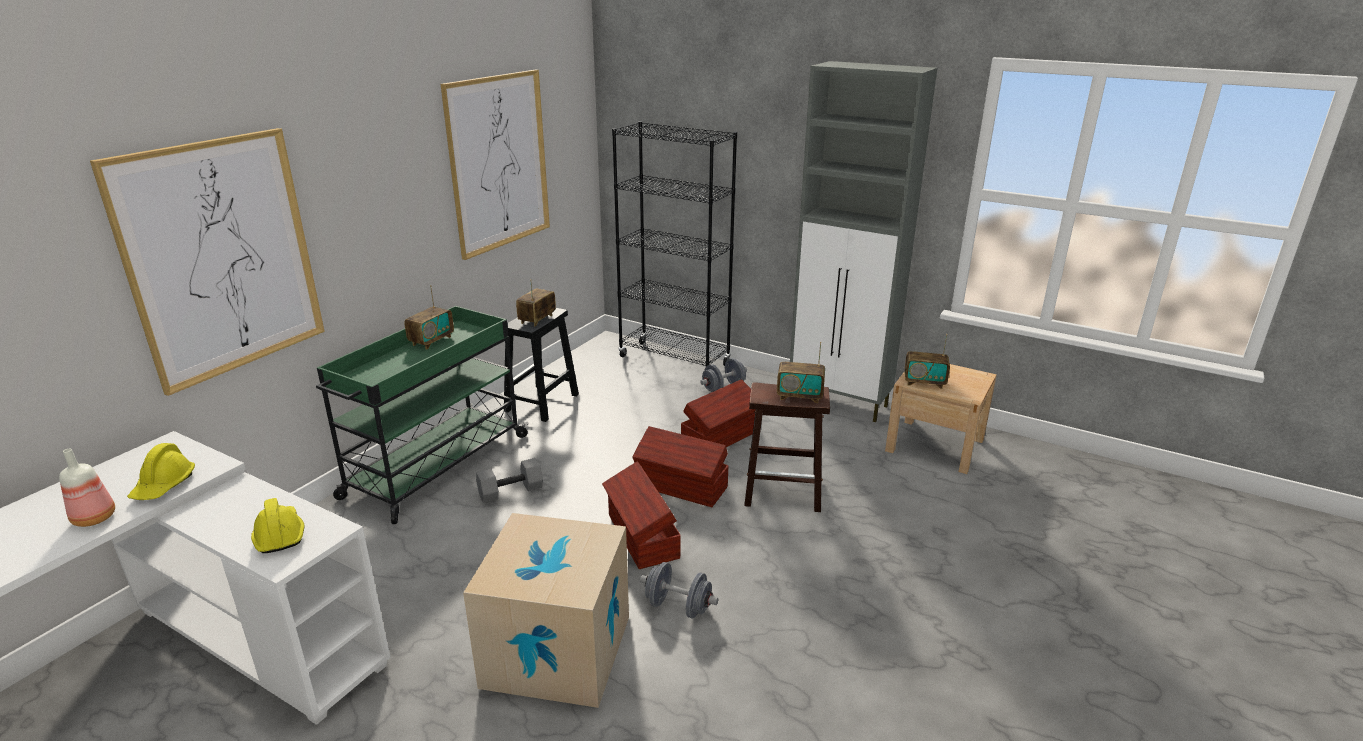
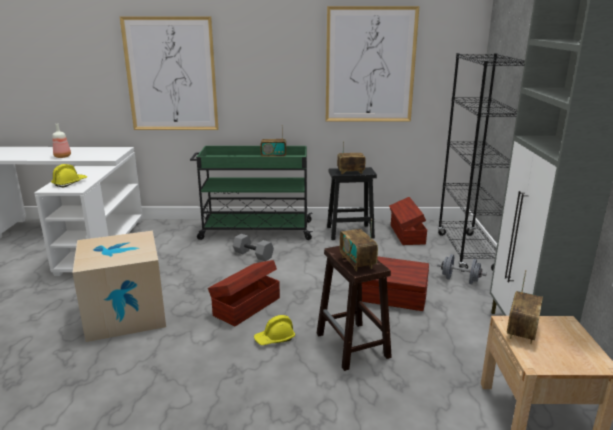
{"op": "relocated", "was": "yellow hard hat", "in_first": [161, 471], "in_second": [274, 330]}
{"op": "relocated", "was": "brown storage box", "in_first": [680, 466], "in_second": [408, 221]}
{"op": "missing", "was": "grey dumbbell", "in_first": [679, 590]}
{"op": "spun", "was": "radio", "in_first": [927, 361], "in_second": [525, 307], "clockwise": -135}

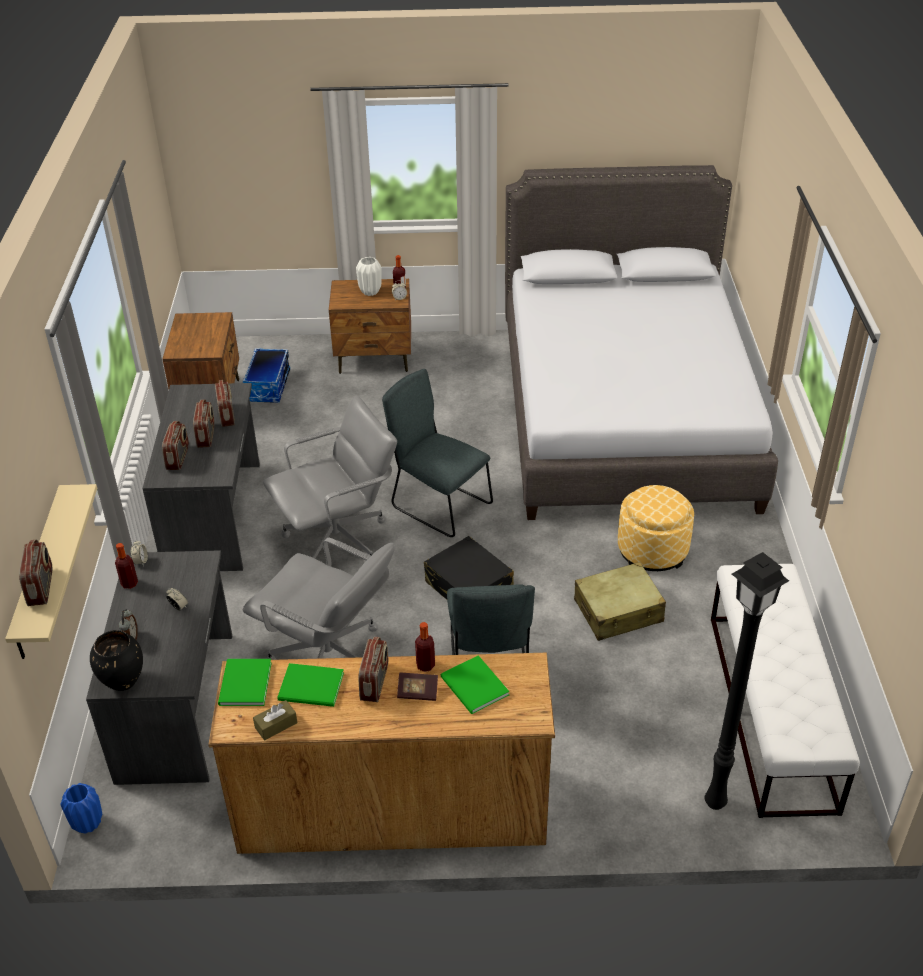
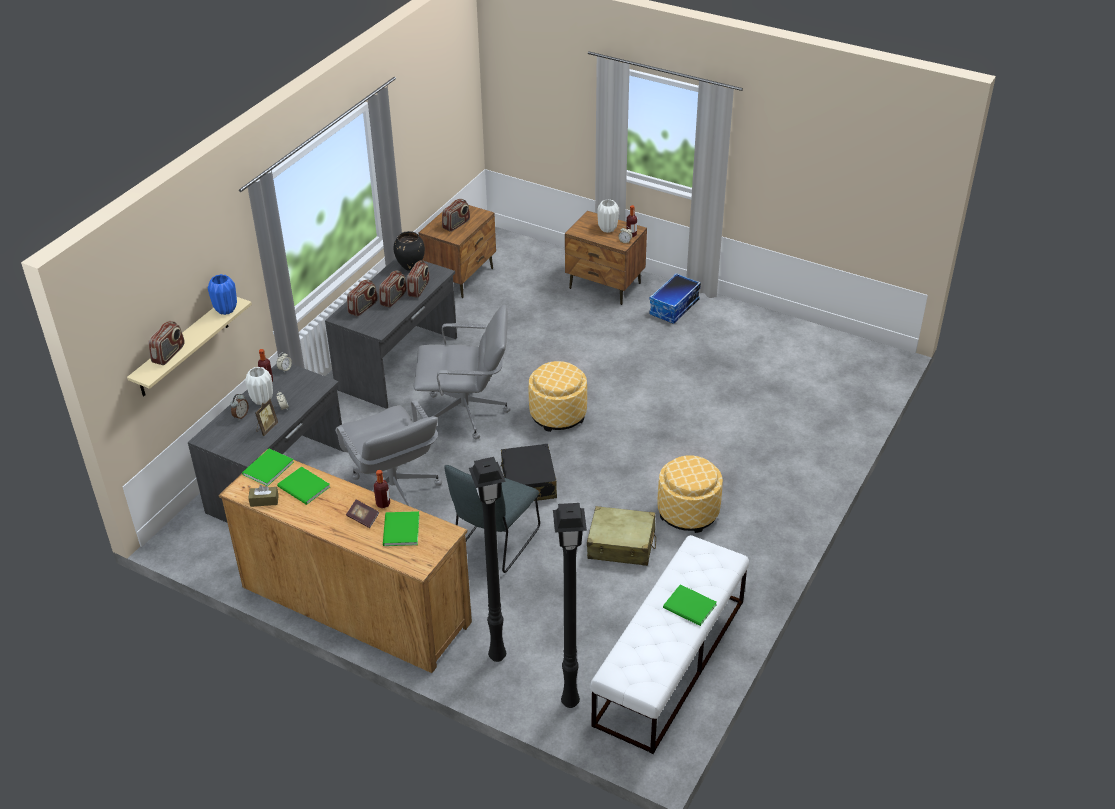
{"op": "relocated", "was": "blue vase", "in_first": [81, 808], "in_second": [222, 294]}
{"op": "relocated", "was": "black vase", "in_first": [116, 660], "in_second": [409, 251]}
{"op": "relocated", "was": "storage box", "in_first": [266, 375], "in_second": [675, 298]}
{"op": "relocated", "was": "radio", "in_first": [373, 669], "in_second": [456, 215]}
{"op": "exchanged", "was": "grey chair", "now": "ottoman", "in_first": [437, 453], "in_second": [558, 396]}
{"op": "missing", "was": "grey bed", "in_first": [641, 342]}
{"op": "appeared", "now": "white vase", "in_second": [259, 386]}
{"op": "appeared", "now": "picture frame", "in_second": [266, 417]}
{"op": "appeared", "now": "black floor lamp", "in_second": [487, 559]}
{"op": "appeared", "now": "green book", "in_second": [690, 605]}

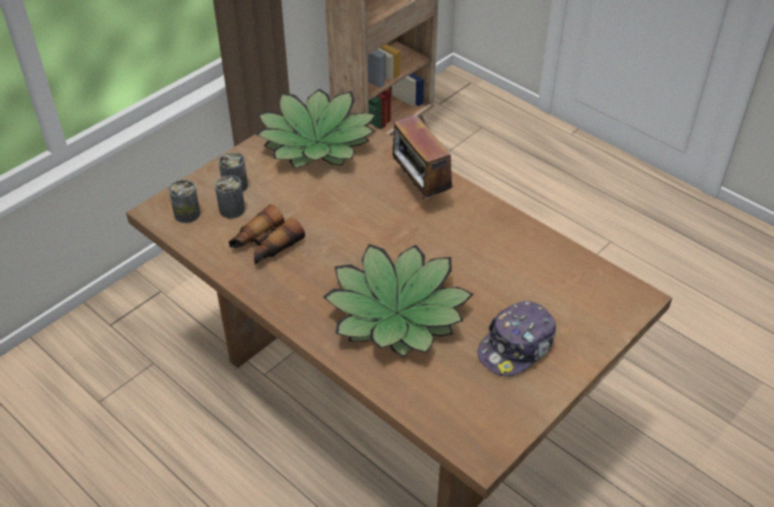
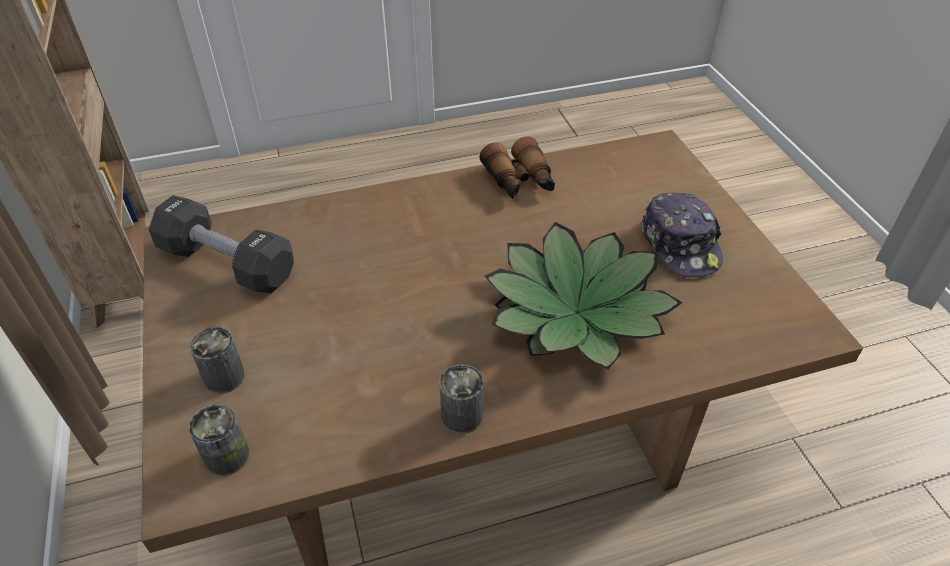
{"op": "relocated", "was": "can", "in_first": [230, 197], "in_second": [461, 399]}
{"op": "relocated", "was": "binoculars", "in_first": [267, 234], "in_second": [517, 168]}
{"op": "exchanged", "was": "potted plant", "now": "black dumbbell", "in_first": [316, 128], "in_second": [221, 244]}
{"op": "missing", "was": "radio", "in_first": [422, 157]}

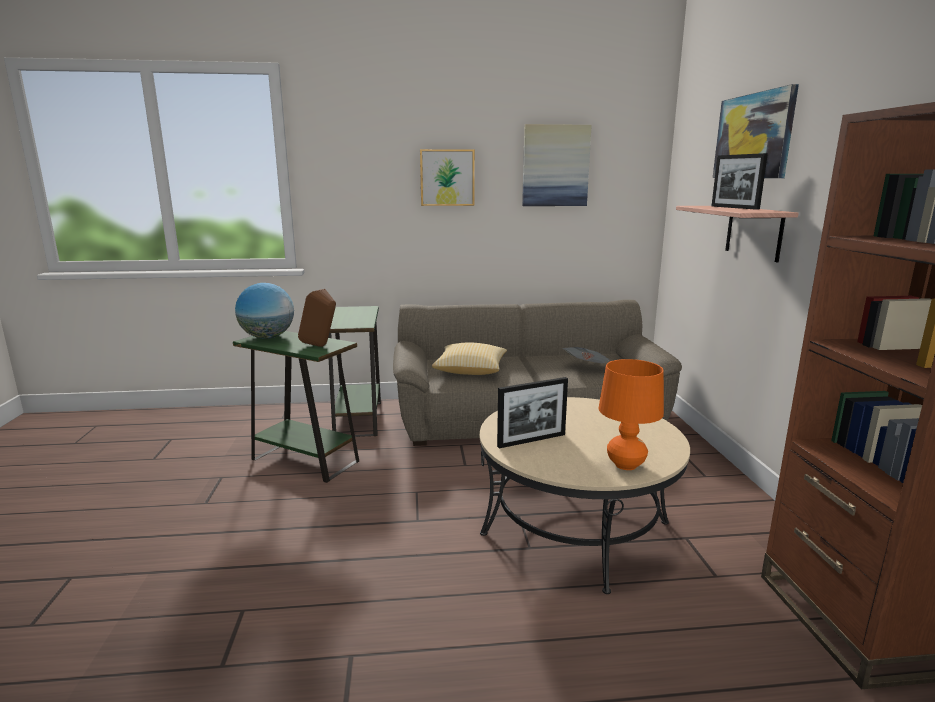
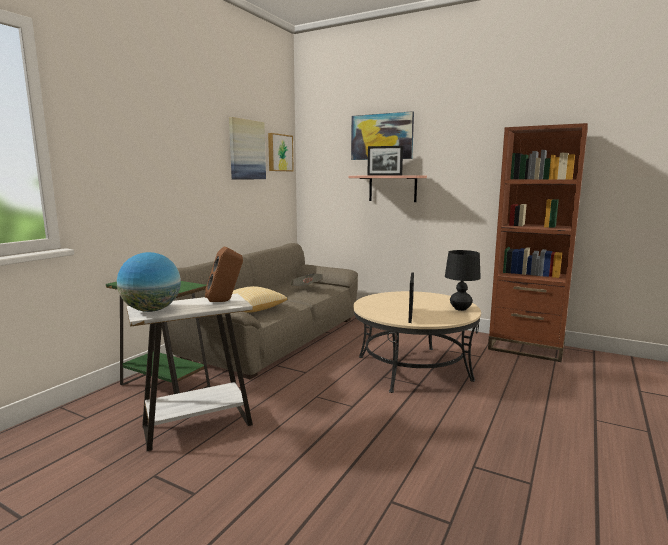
{"op": "colour", "was": "green side table", "now": "white side table", "in_first": [296, 407], "in_second": [190, 372]}
{"op": "relocated", "was": "picture", "in_first": [447, 177], "in_second": [281, 152]}
{"op": "colour", "was": "orange table lamp", "now": "black table lamp", "in_first": [631, 414], "in_second": [463, 280]}

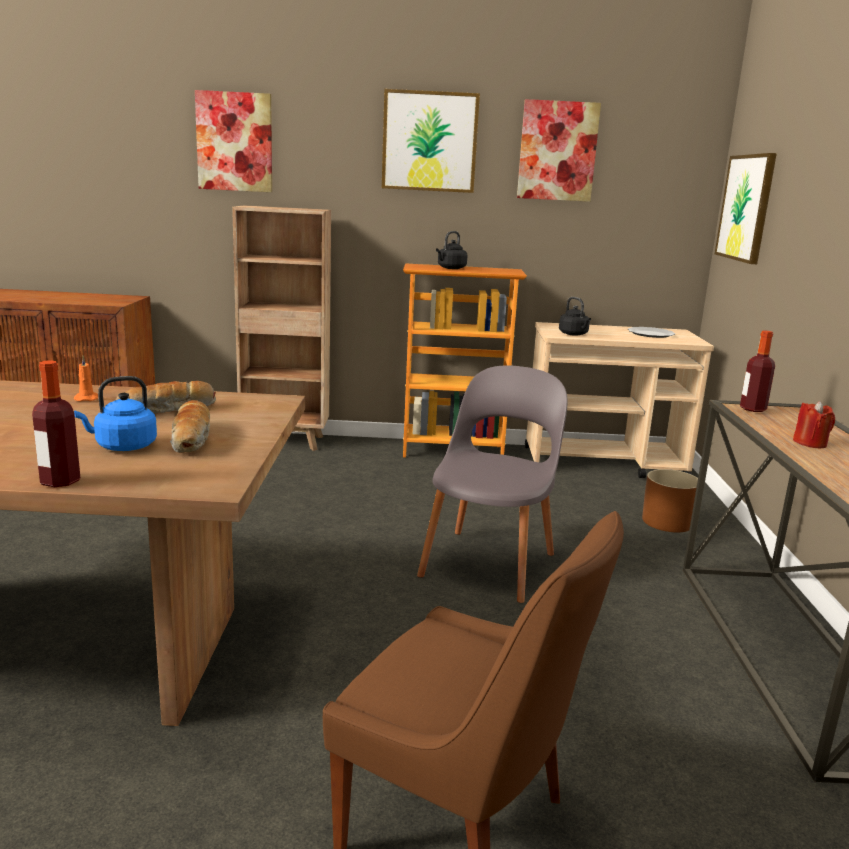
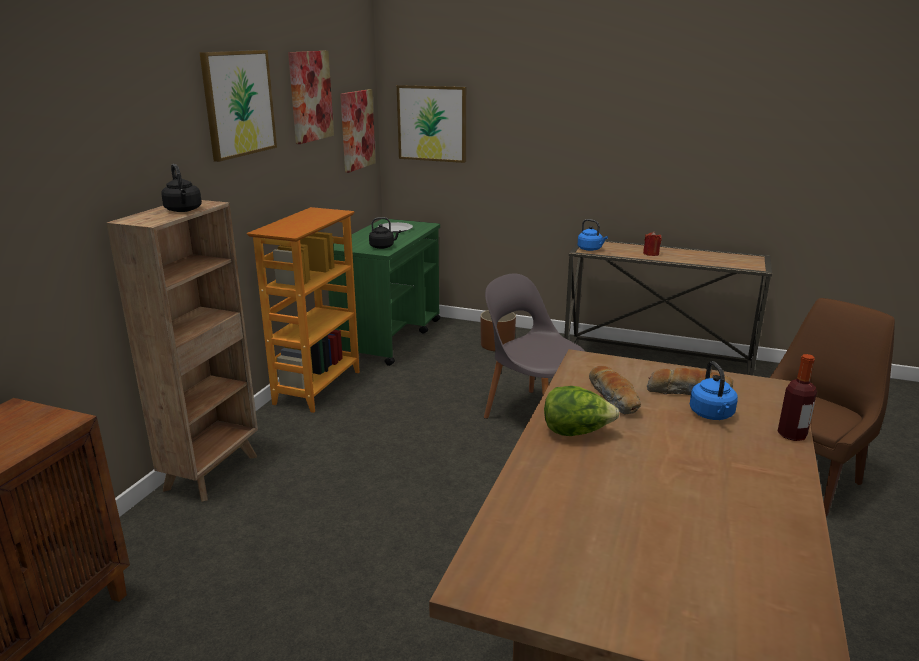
{"op": "exchanged", "was": "orange candle", "now": "lettuce", "in_first": [86, 378], "in_second": [582, 411]}
{"op": "relocated", "was": "picture", "in_first": [233, 141], "in_second": [358, 131]}
{"op": "relocated", "was": "black kettle", "in_first": [451, 250], "in_second": [181, 188]}
{"op": "colour", "was": "beige cart", "now": "green cart", "in_first": [619, 400], "in_second": [384, 292]}
{"op": "exchanged", "was": "bottle", "now": "blue kettle", "in_first": [757, 371], "in_second": [593, 235]}

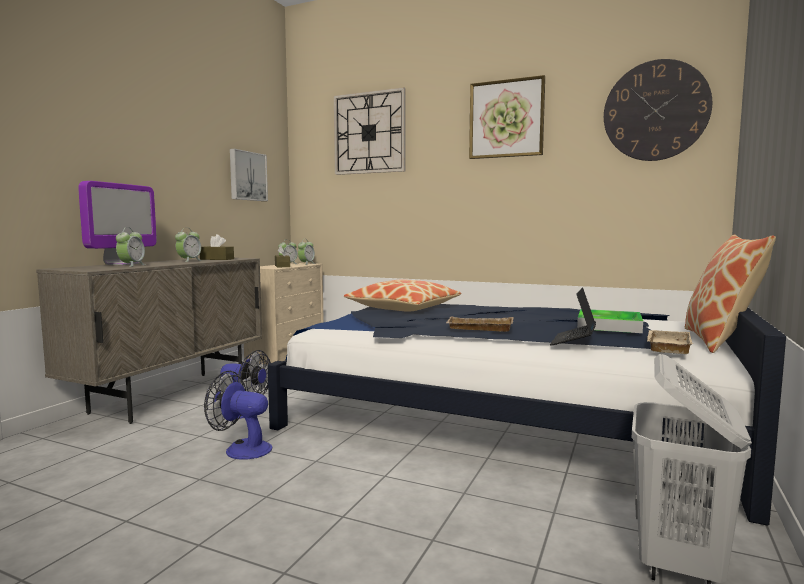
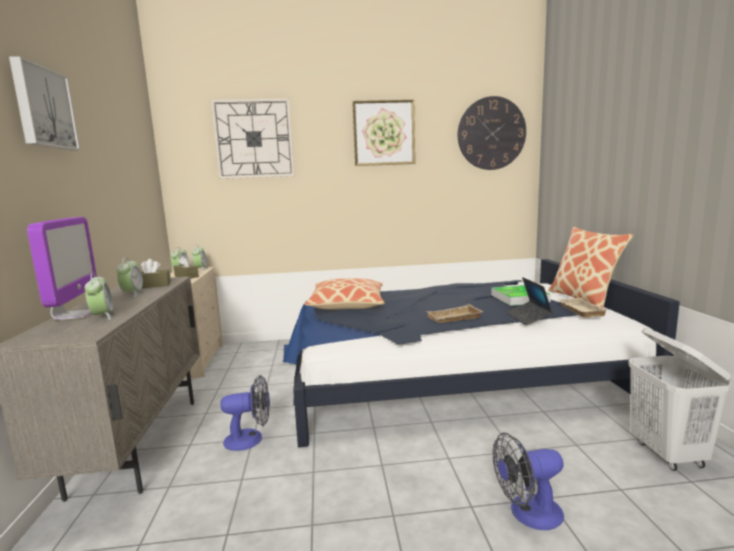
{"op": "relocated", "was": "fan", "in_first": [238, 415], "in_second": [528, 481]}
{"op": "relocated", "was": "picture", "in_first": [249, 175], "in_second": [44, 103]}

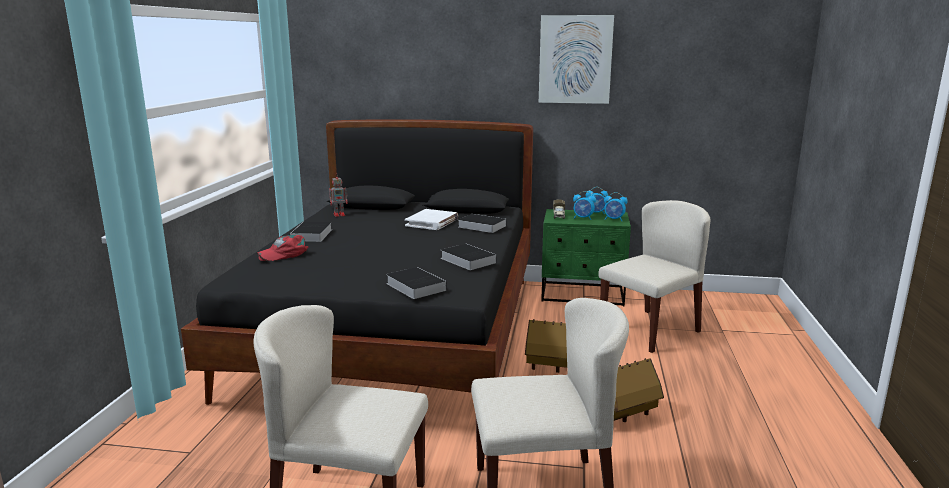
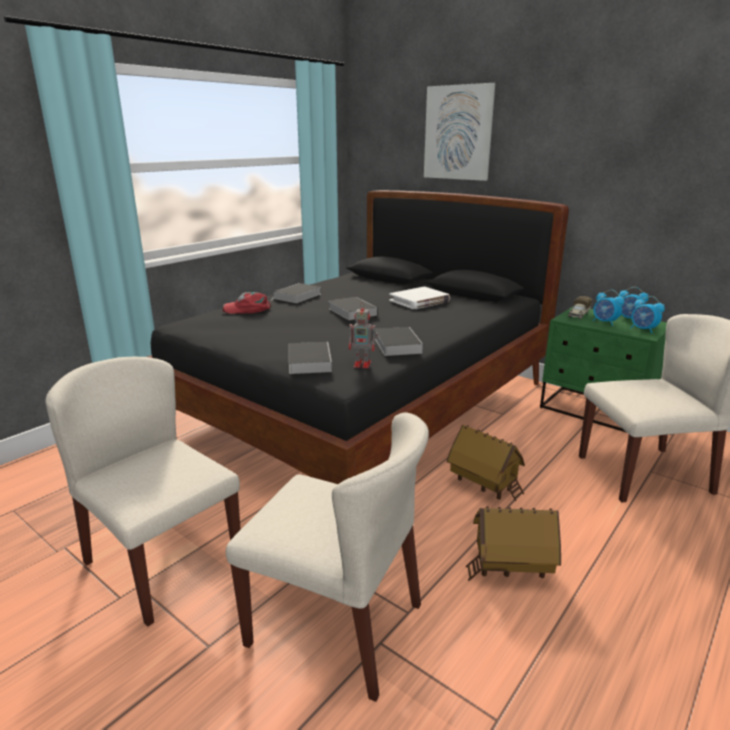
{"op": "relocated", "was": "toy robot", "in_first": [338, 195], "in_second": [363, 335]}
{"op": "relocated", "was": "book", "in_first": [482, 223], "in_second": [353, 308]}
{"op": "relocated", "was": "picture", "in_first": [576, 59], "in_second": [459, 132]}

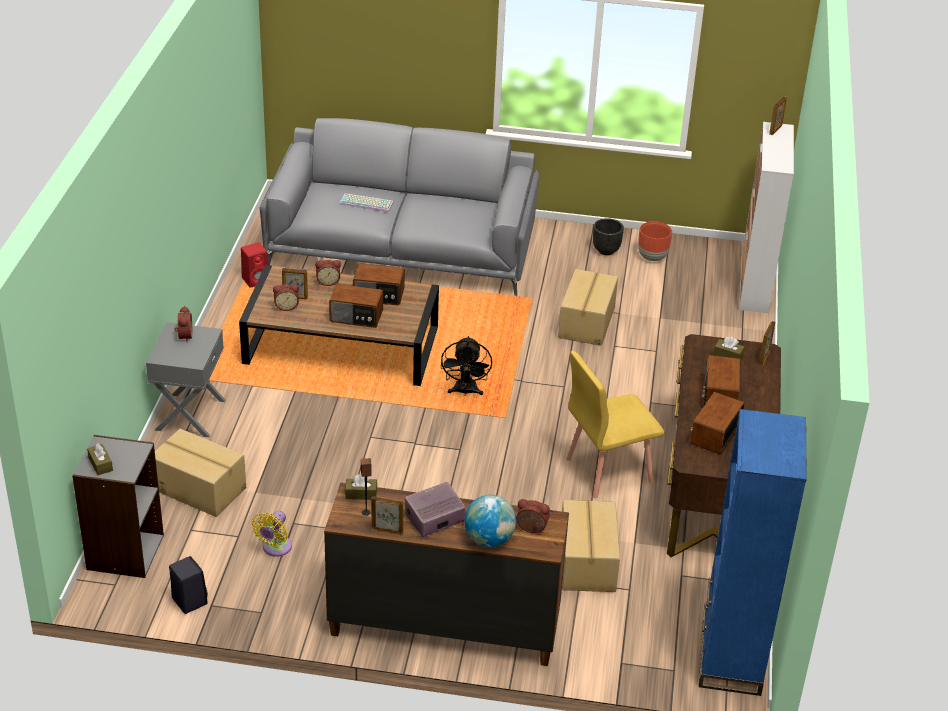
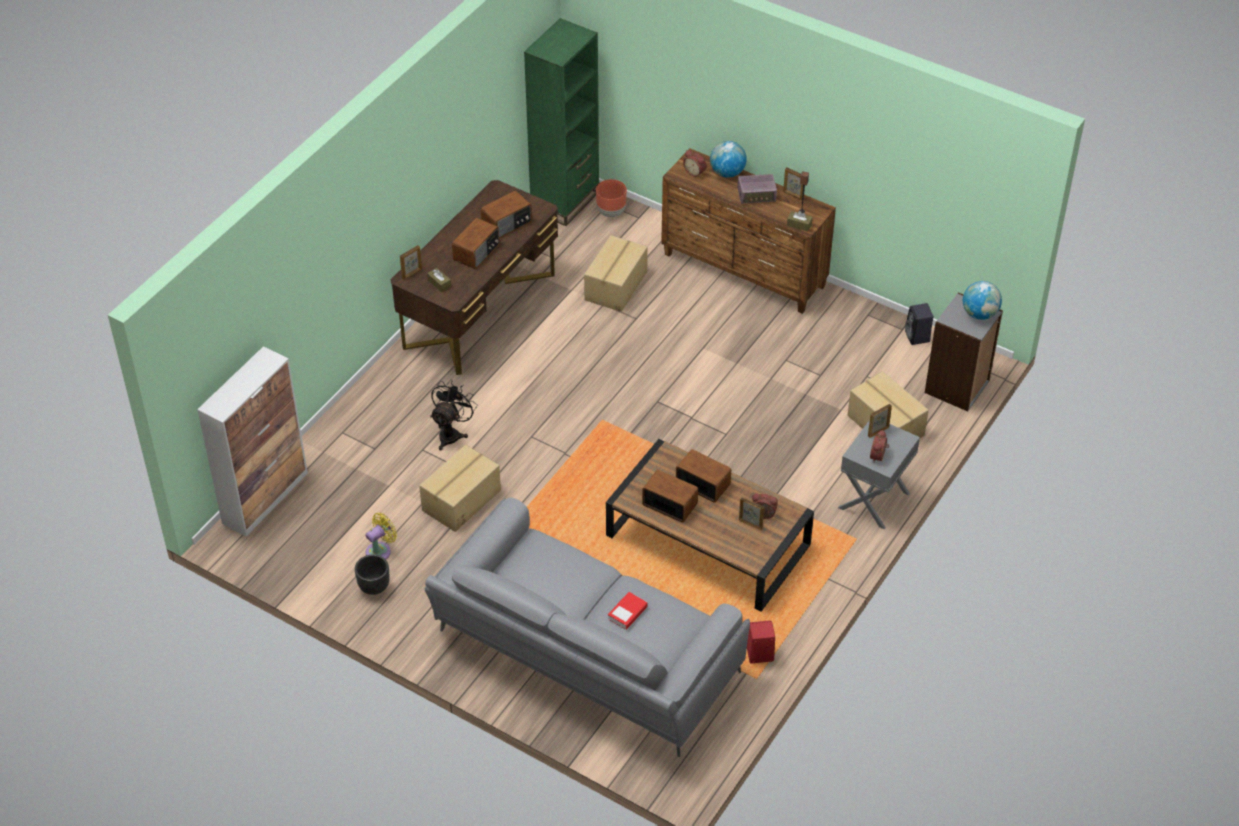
{"op": "exchanged", "was": "brown tissue box", "now": "globe", "in_first": [100, 459], "in_second": [982, 300]}
{"op": "relocated", "was": "yellow fan", "in_first": [272, 534], "in_second": [381, 535]}
{"op": "missing", "was": "alarm clock", "in_first": [328, 273]}
{"op": "exchanged", "was": "keyboard", "now": "book", "in_first": [366, 203], "in_second": [628, 611]}
{"op": "relocated", "was": "black fan", "in_first": [466, 366], "in_second": [454, 415]}
{"op": "missing", "was": "yellow chair", "in_first": [615, 425]}
{"op": "relocated", "was": "brown planter", "in_first": [655, 241], "in_second": [611, 198]}
{"op": "colour", "was": "blue bookcase", "now": "green bookcase", "in_first": [753, 552], "in_second": [561, 122]}
{"op": "relocated", "was": "picture frame", "in_first": [778, 115], "in_second": [880, 421]}

